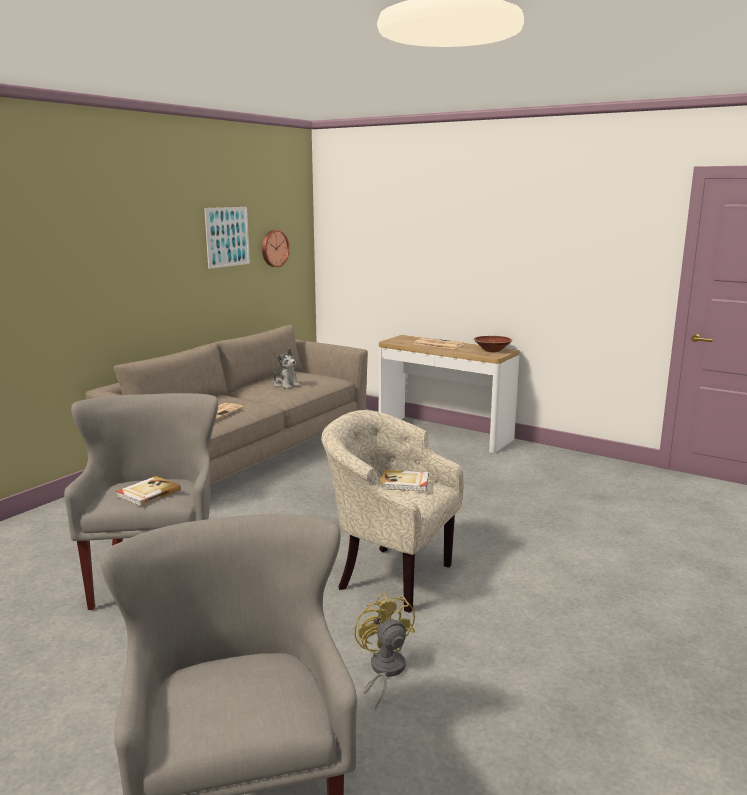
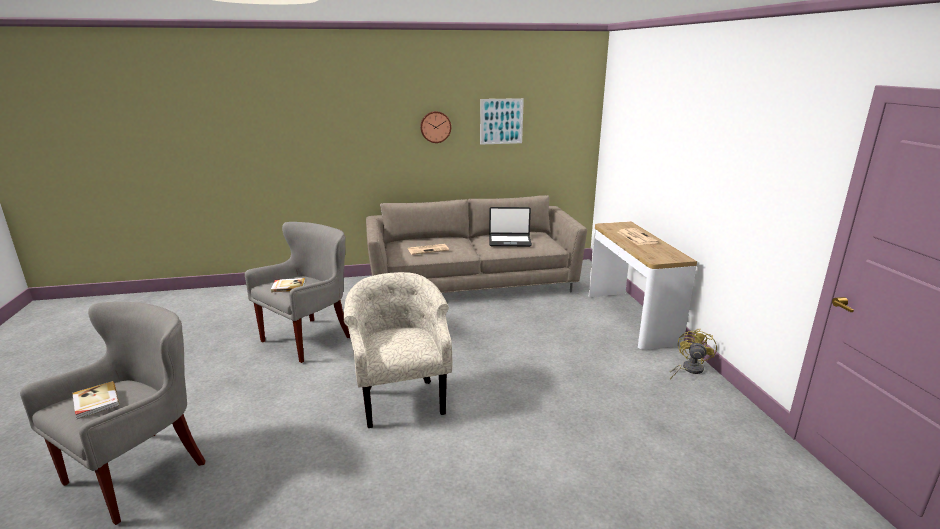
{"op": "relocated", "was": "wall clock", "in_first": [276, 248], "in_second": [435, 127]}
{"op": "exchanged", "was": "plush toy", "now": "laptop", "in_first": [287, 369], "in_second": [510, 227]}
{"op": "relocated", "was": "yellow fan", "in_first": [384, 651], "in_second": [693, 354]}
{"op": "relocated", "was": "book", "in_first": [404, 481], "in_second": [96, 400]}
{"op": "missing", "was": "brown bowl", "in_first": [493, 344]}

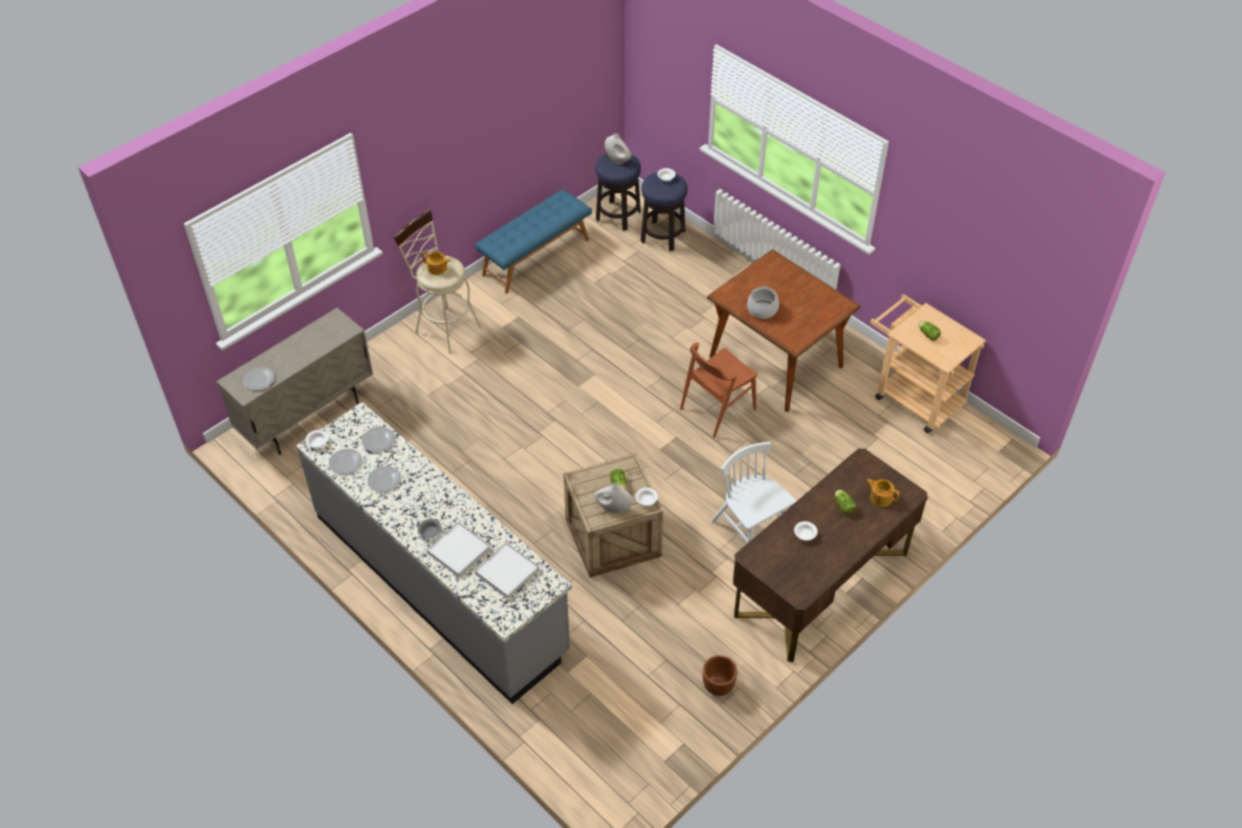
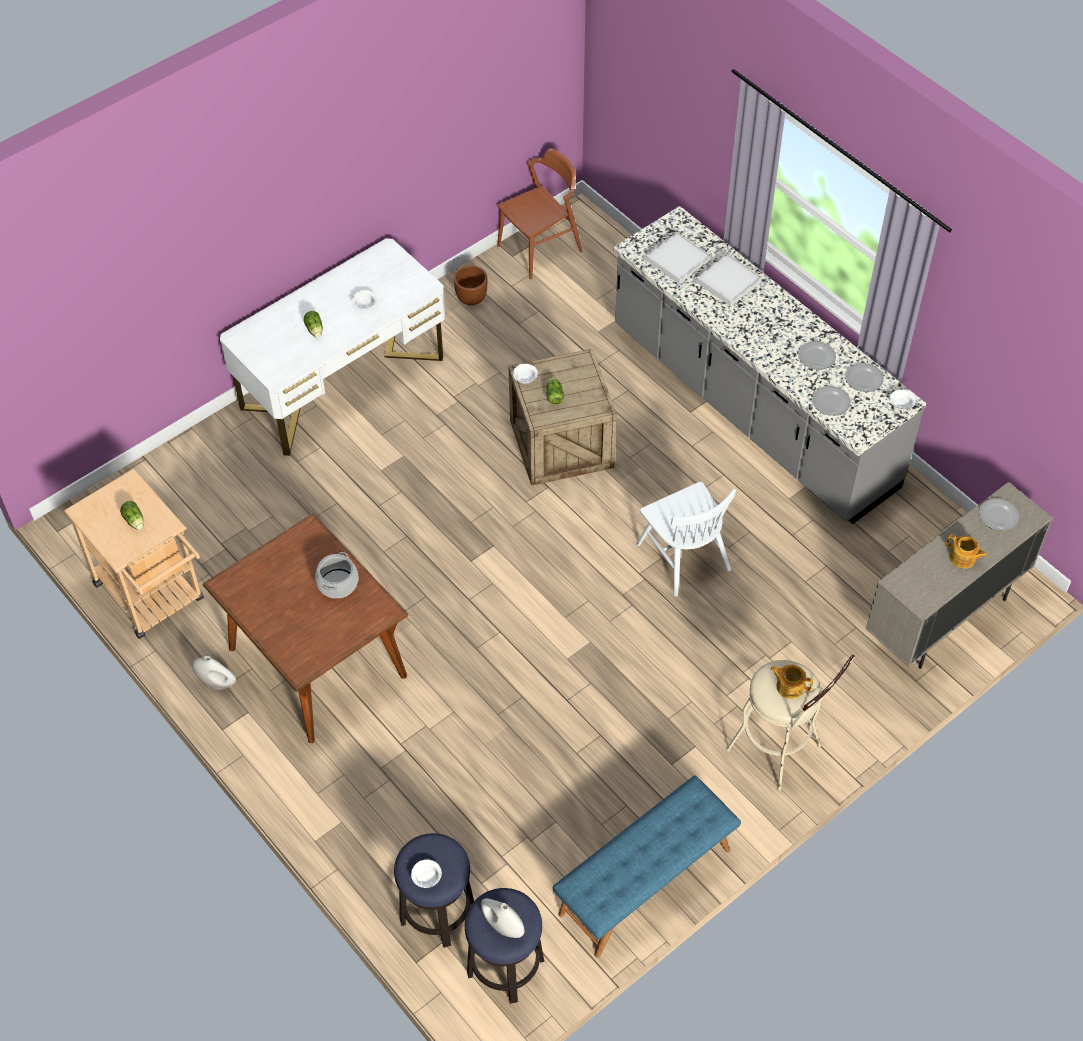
{"op": "missing", "was": "grey bowl", "in_first": [430, 528]}
{"op": "relocated", "was": "white vase", "in_first": [613, 498], "in_second": [214, 673]}
{"op": "relocated", "was": "brown chair", "in_first": [719, 390], "in_second": [539, 213]}
{"op": "relocated", "was": "white chair", "in_first": [753, 492], "in_second": [686, 539]}
{"op": "colour", "was": "brown desk", "now": "white desk", "in_first": [830, 555], "in_second": [332, 347]}
{"op": "relocated", "was": "teapot", "in_first": [882, 493], "in_second": [966, 551]}

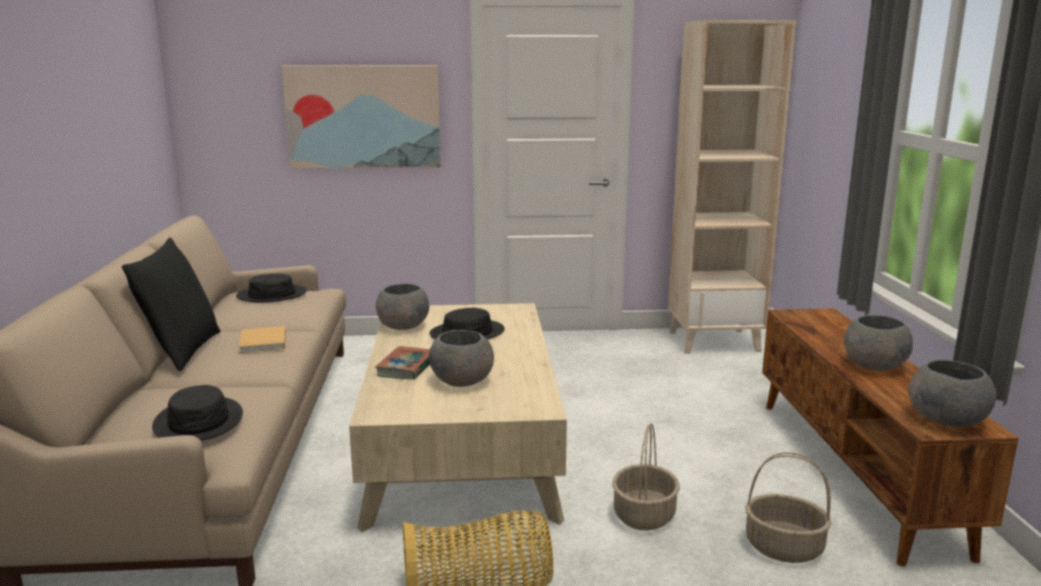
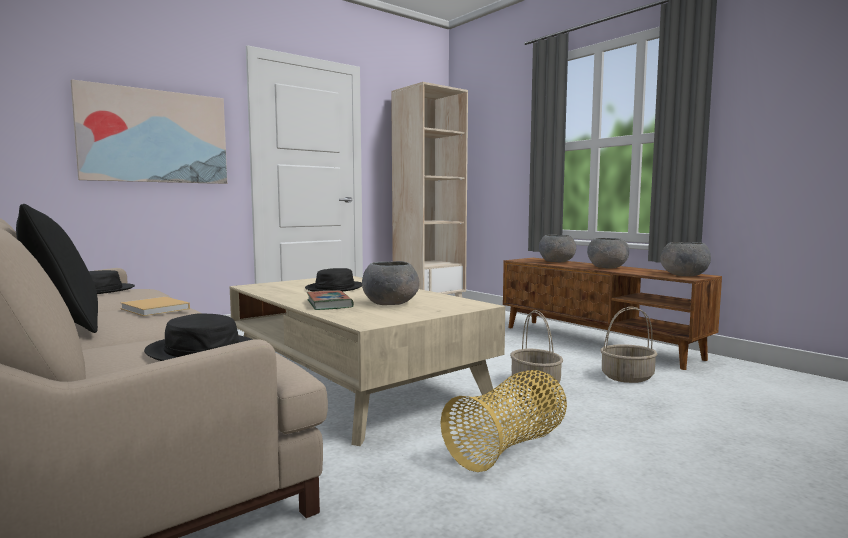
{"op": "relocated", "was": "grey bowl", "in_first": [402, 306], "in_second": [557, 248]}

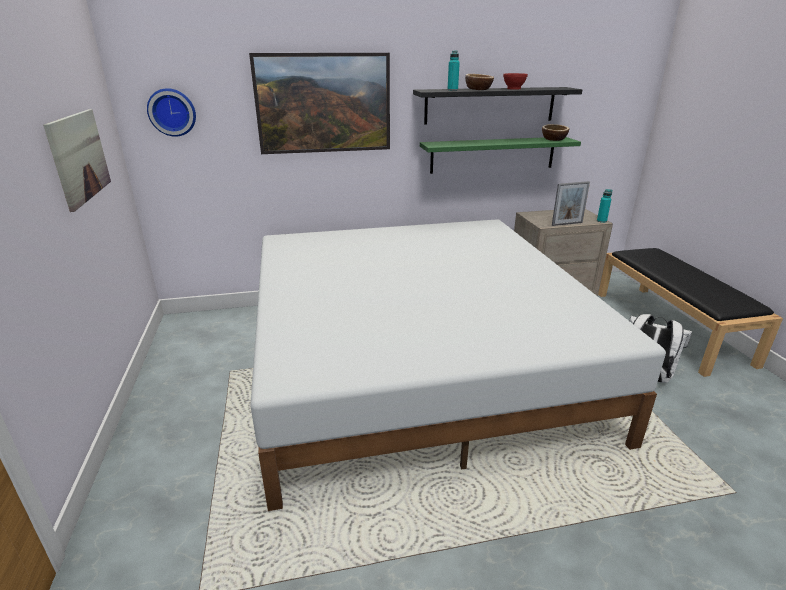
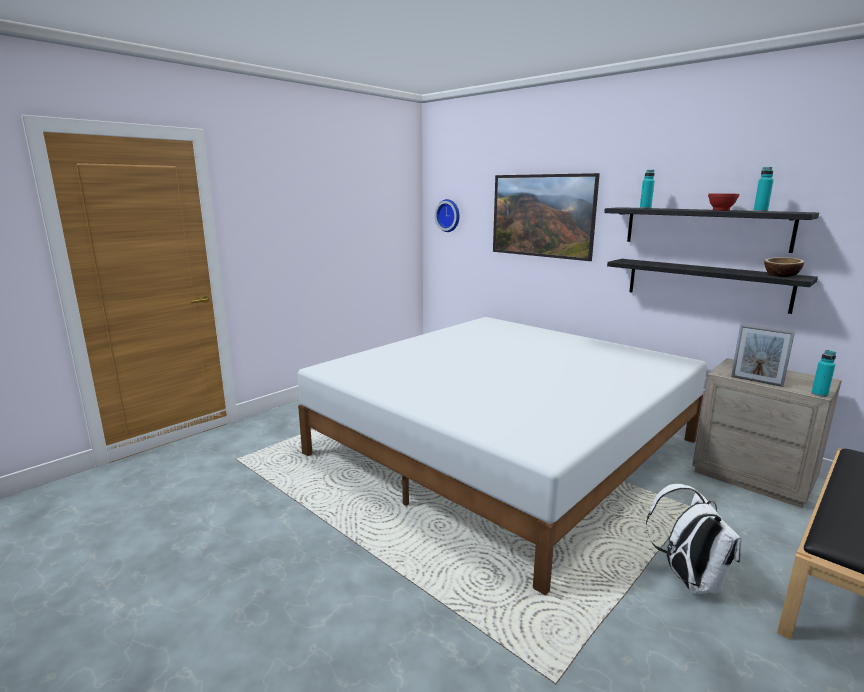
{"op": "missing", "was": "picture", "in_first": [77, 160]}
{"op": "colour", "was": "green shelf", "now": "black shelf", "in_first": [500, 155], "in_second": [712, 286]}
{"op": "missing", "was": "bowl", "in_first": [479, 82]}
{"op": "appeared", "now": "turquoise bottle", "in_second": [763, 189]}

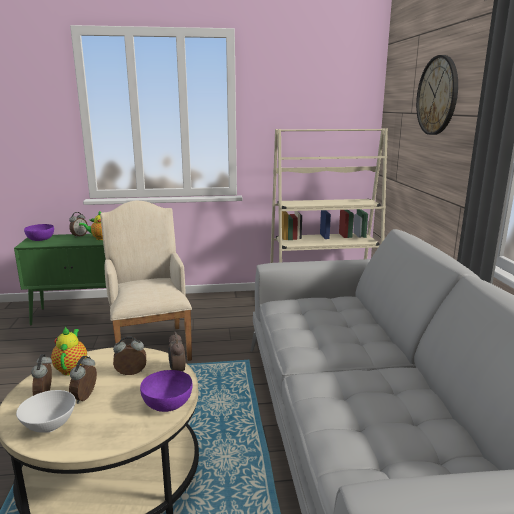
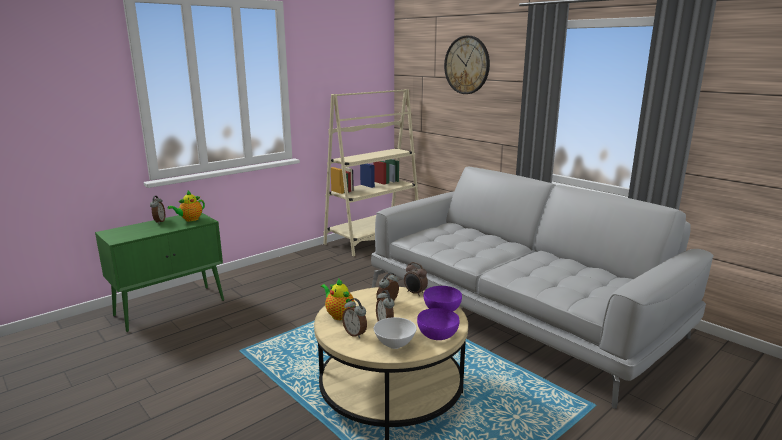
{"op": "relocated", "was": "purple bowl", "in_first": [39, 232], "in_second": [438, 324]}
{"op": "missing", "was": "beige armchair", "in_first": [146, 281]}

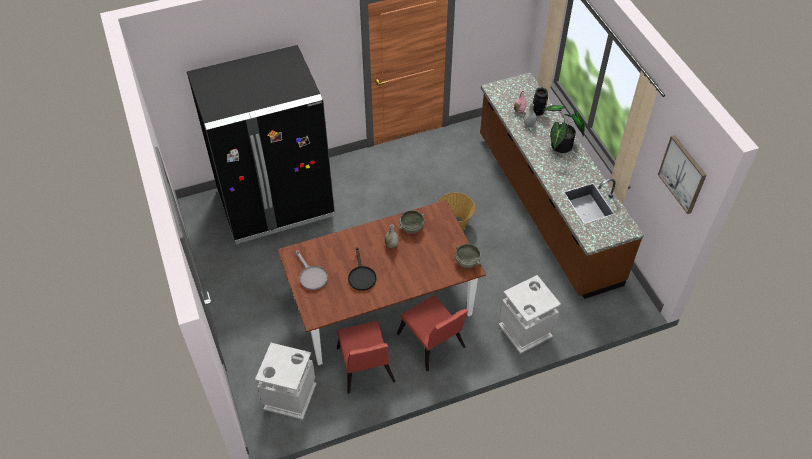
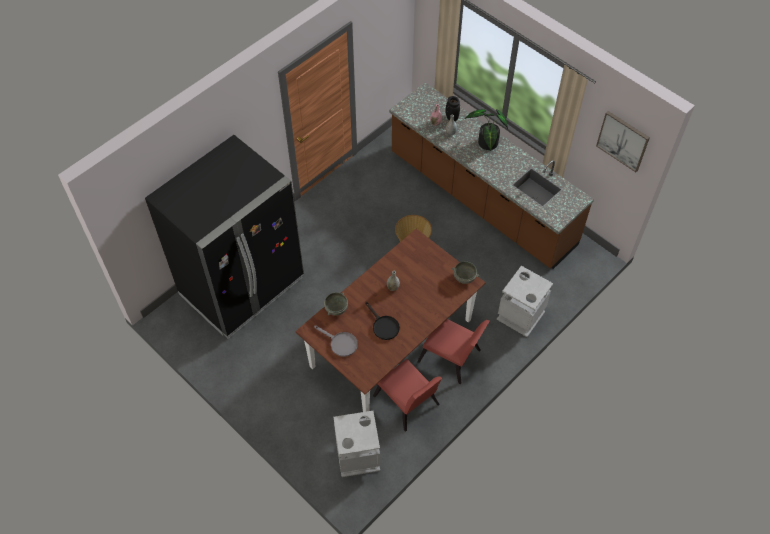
{"op": "relocated", "was": "grey bowl", "in_first": [412, 221], "in_second": [336, 303]}

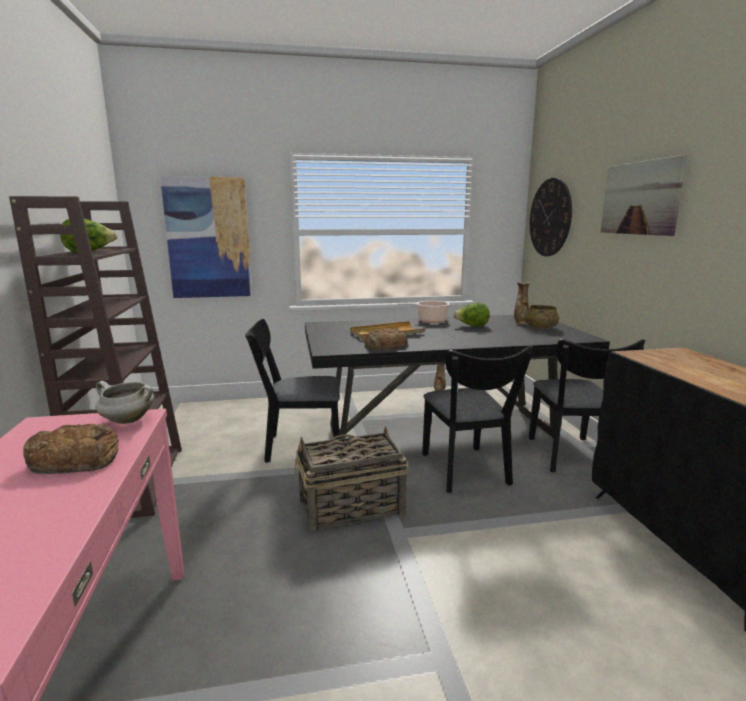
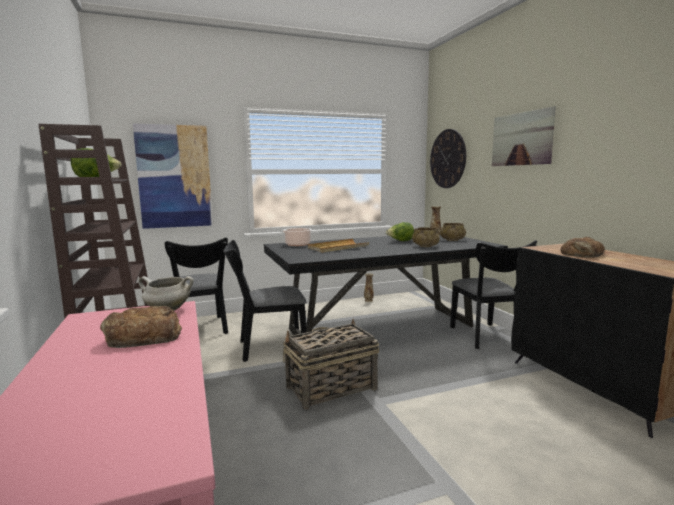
{"op": "relocated", "was": "bread", "in_first": [386, 339], "in_second": [582, 247]}
{"op": "relocated", "was": "cooking pot", "in_first": [424, 312], "in_second": [289, 237]}
{"op": "relocated", "was": "black chair", "in_first": [477, 419], "in_second": [196, 285]}
{"op": "appeared", "now": "beige bowl", "in_second": [426, 237]}

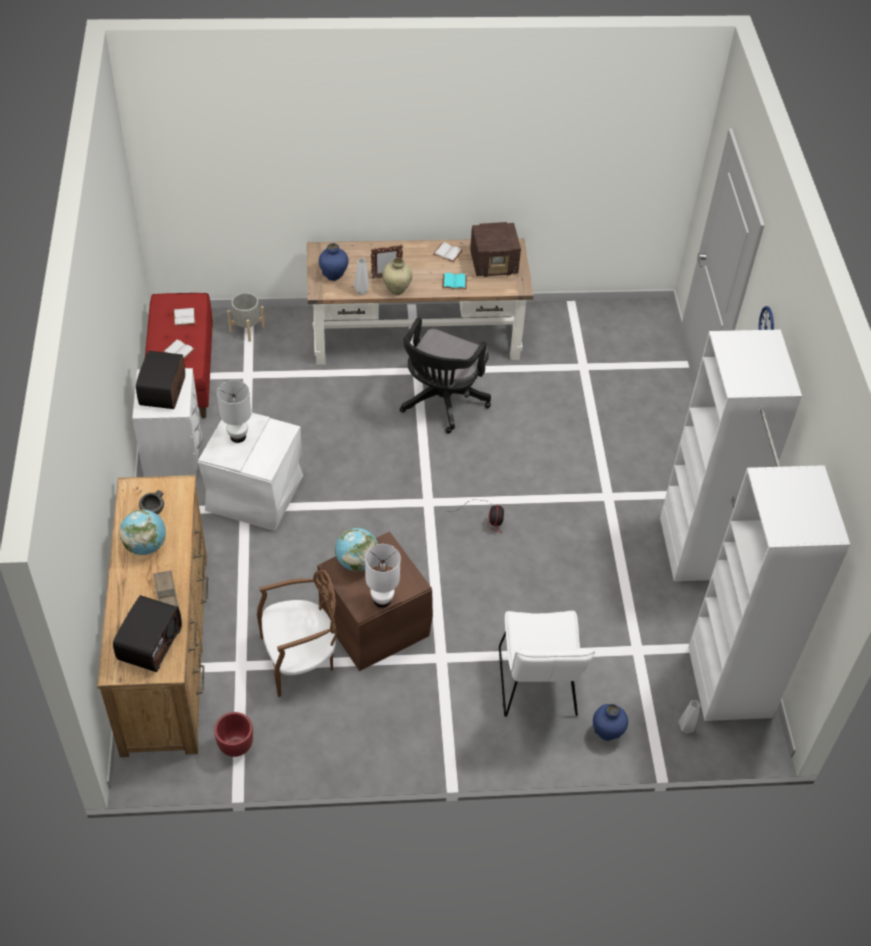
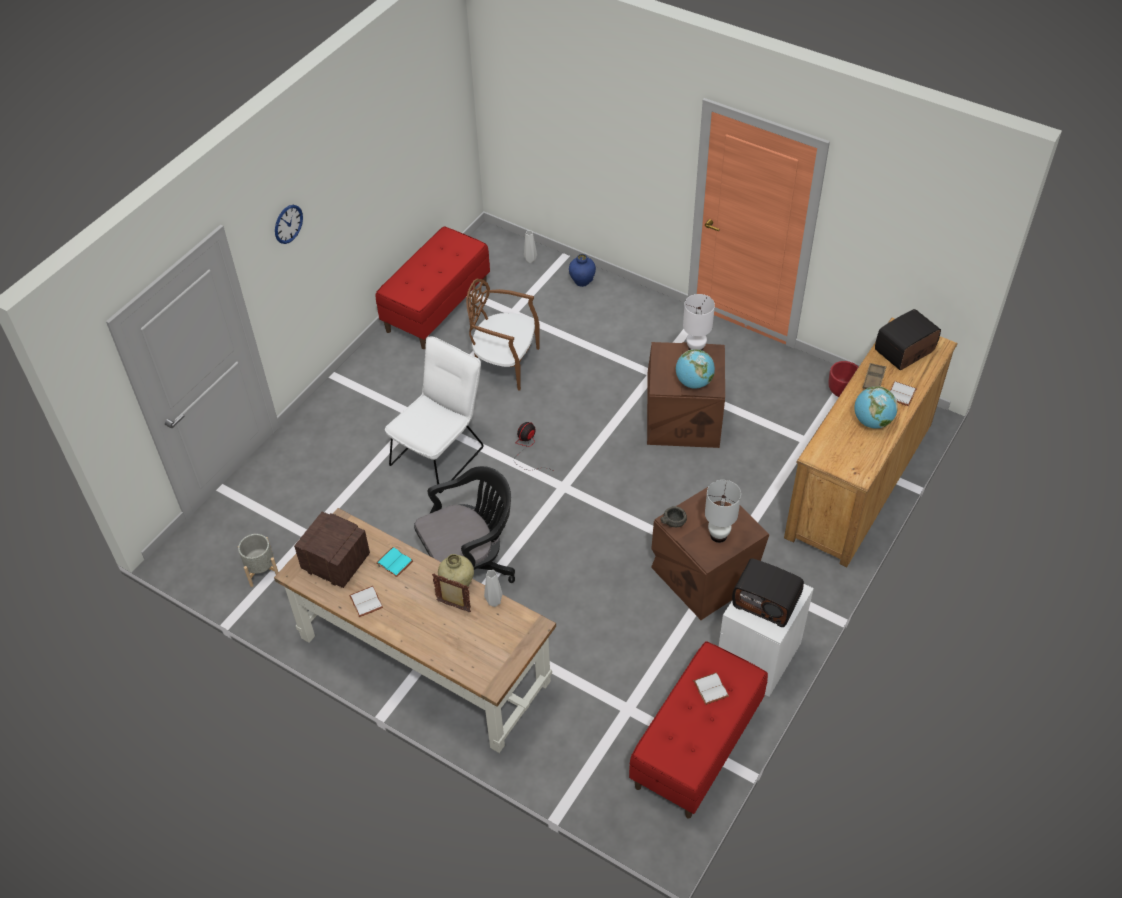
{"op": "spun", "was": "radio", "in_first": [160, 380], "in_second": [768, 593], "clockwise": 75}
{"op": "relocated", "was": "grey bowl", "in_first": [151, 502], "in_second": [673, 516]}
{"op": "relocated", "was": "white book", "in_first": [184, 317], "in_second": [903, 393]}
{"op": "colour", "was": "white storage box", "now": "brown storage box", "in_first": [250, 472], "in_second": [710, 553]}
{"op": "relocated", "was": "grey planter", "in_first": [246, 317], "in_second": [258, 560]}
{"op": "relocated", "was": "brown chair", "in_first": [297, 633], "in_second": [503, 335]}
{"op": "missing", "was": "blue vase", "in_first": [333, 262]}
{"op": "relocated", "was": "white chair", "in_first": [547, 664], "in_second": [434, 414]}
{"op": "exchanged", "was": "white wardrobe", "now": "red bench", "in_first": [755, 525], "in_second": [433, 287]}

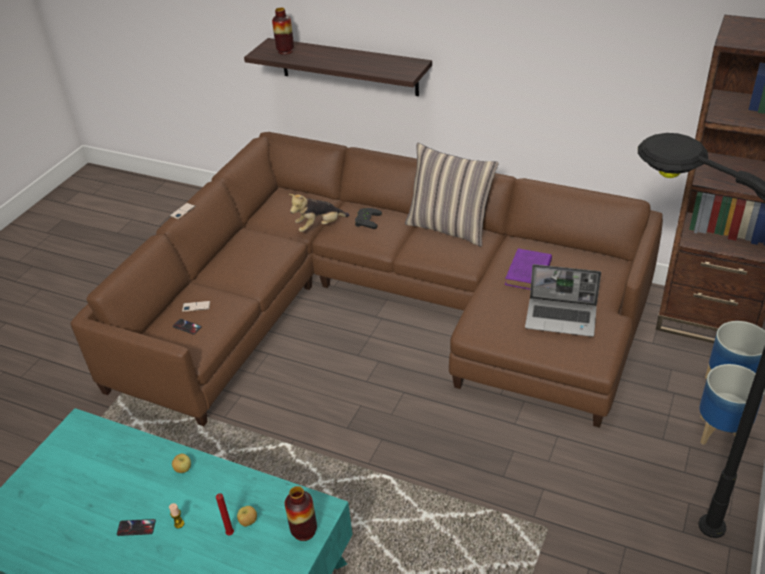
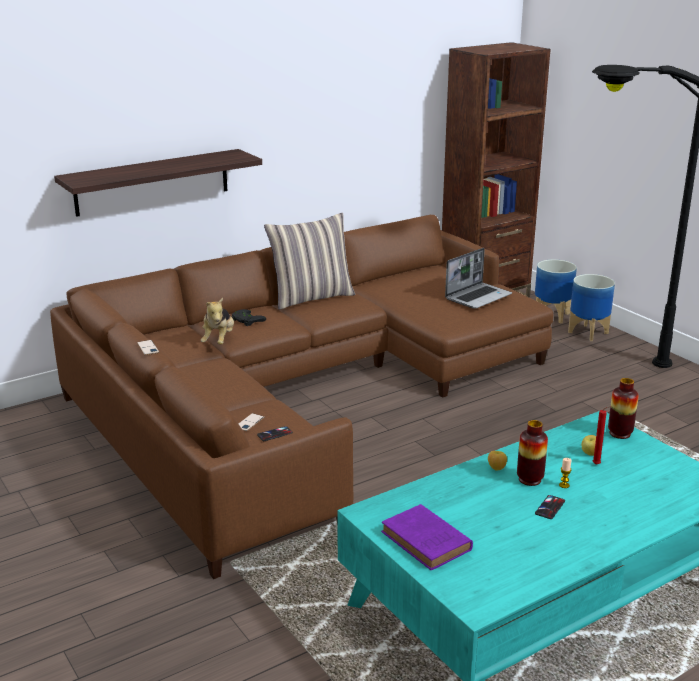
{"op": "relocated", "was": "vase", "in_first": [283, 31], "in_second": [532, 453]}
{"op": "relocated", "was": "purple book", "in_first": [528, 269], "in_second": [427, 537]}

